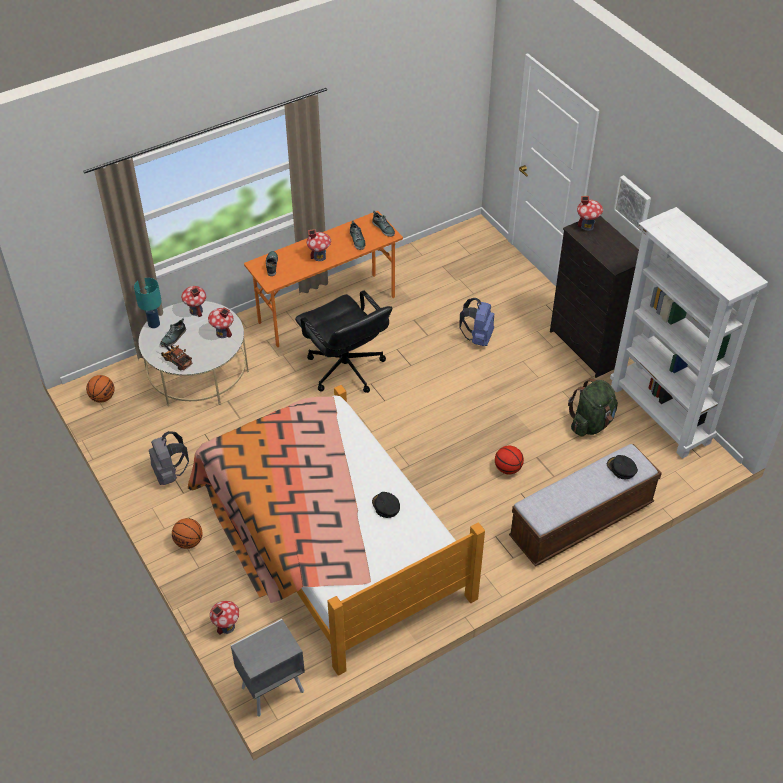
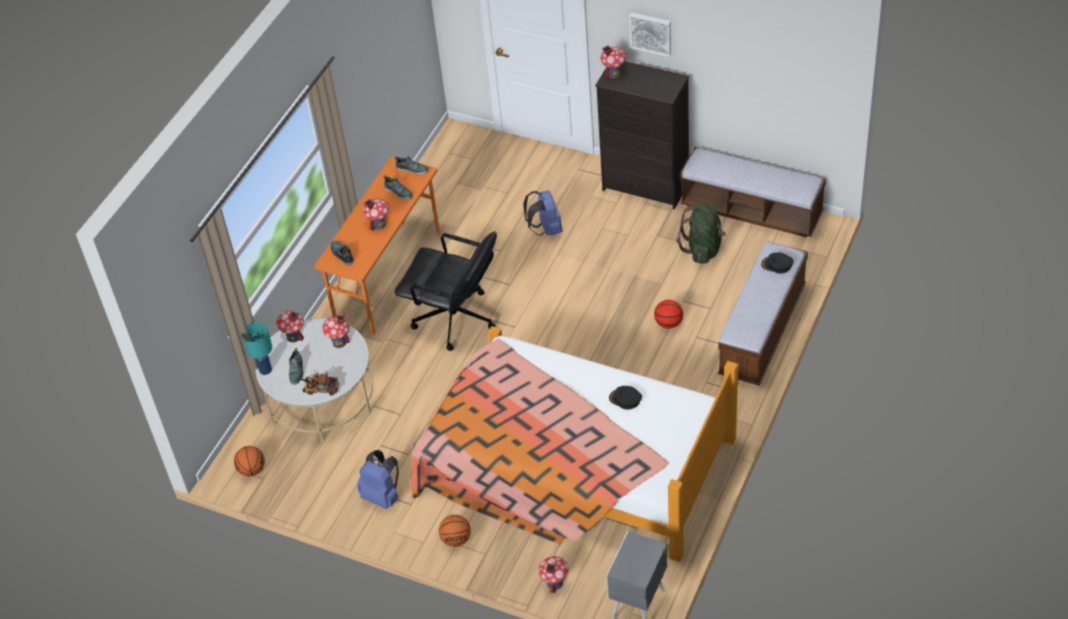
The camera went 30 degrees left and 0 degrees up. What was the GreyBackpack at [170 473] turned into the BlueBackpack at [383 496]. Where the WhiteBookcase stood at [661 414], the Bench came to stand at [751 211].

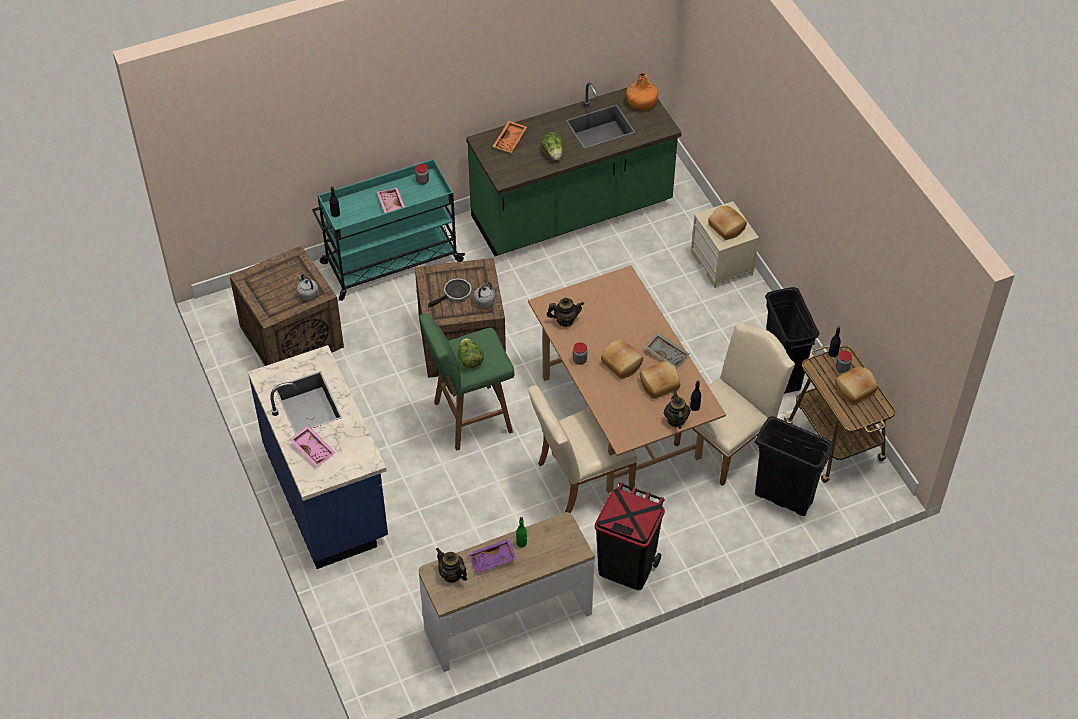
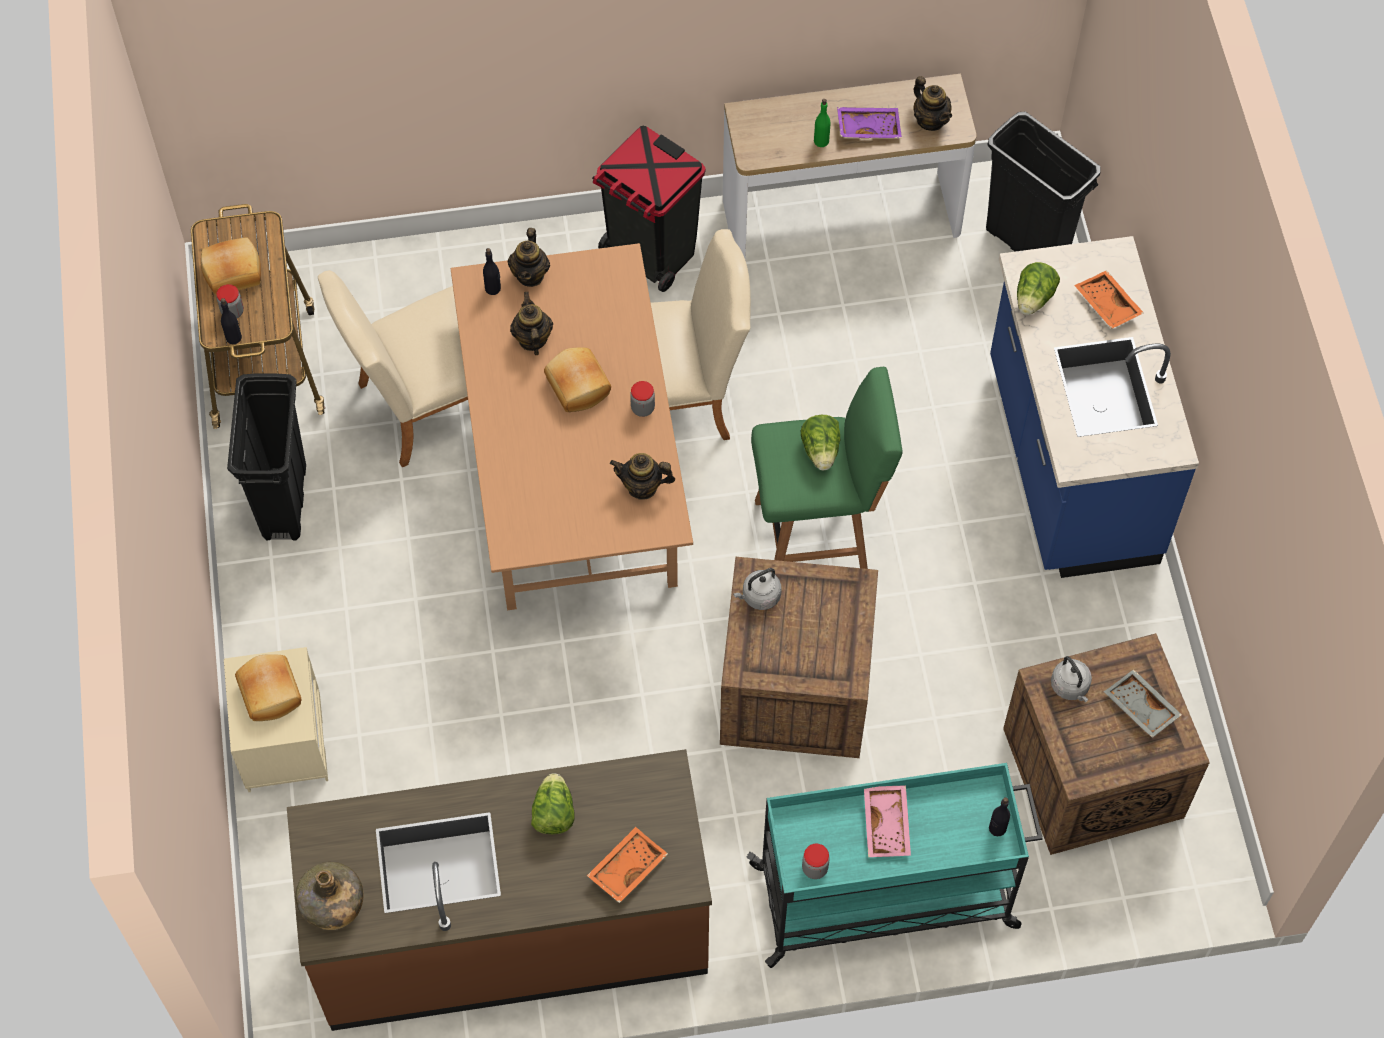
The camera went 165 degrees left and 10 degrees up. What was the PinkTray at [313 449] turned into the OrangeTray at [1106 305]. The second view lost the FryingPan at [455 294]. What was the GreenCounter at [572 212] turned into the BrownCounter at [511 931]. What was the OrangeBottle at [641 102] turned into the GreenBottle at [332 905]. Where the Bread stood at [659 383], the Teapot came to stand at [532 339]. The GreyTray ended up elsewhere, having gone from [667 353] to [1139 708]. The BlackTrashCan ended up elsewhere, having gone from [783 498] to [1027 243]. The second view gained the Lettuce at [1033 299].

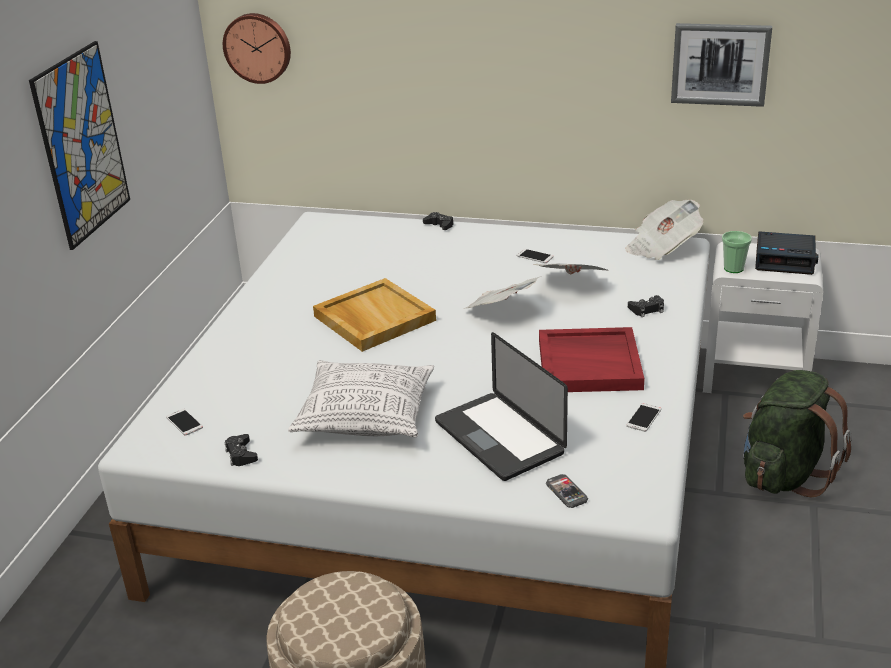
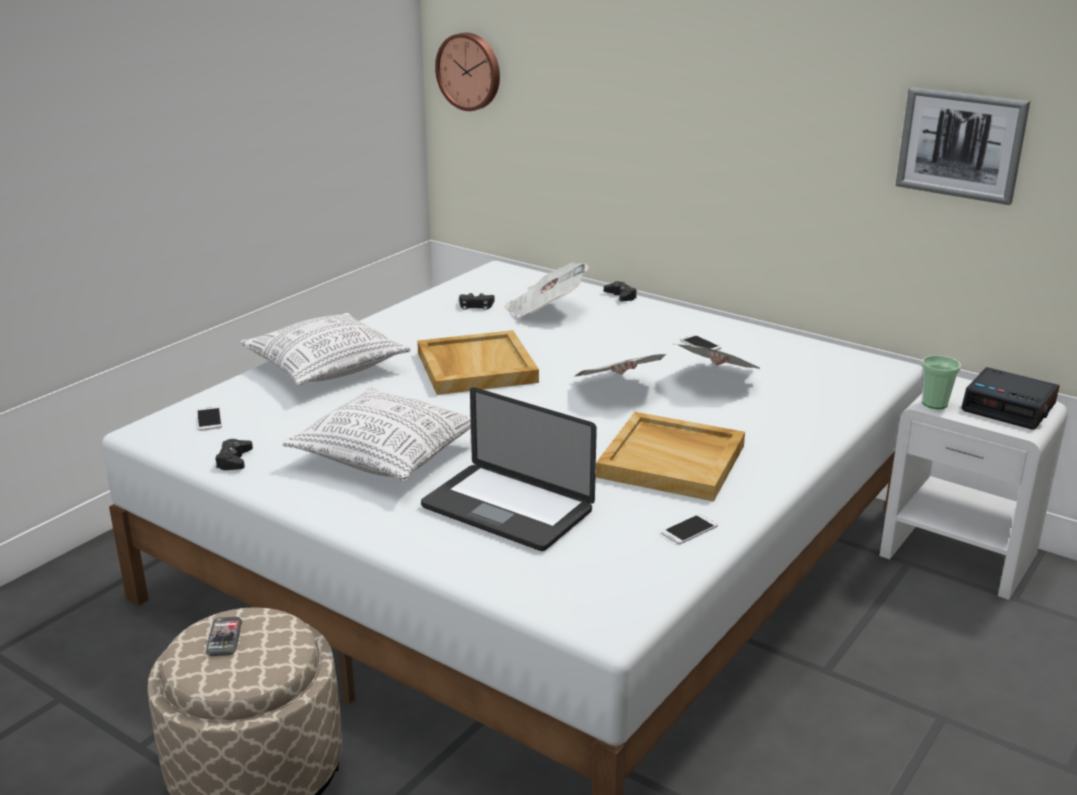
The camera went 20 degrees right and 5 degrees down. The second view lost the Picture at [82 145]. The Laptop at [499 438] ended up facing another way, 45 degrees counterclockwise from before. What was the RedTray at [590 364] turned into the BeigeTray at [673 461]. The Phone ended up elsewhere, having gone from [566 492] to [224 638]. The Newspaper ended up elsewhere, having gone from [662 247] to [545 310]. The BlackGameController ended up elsewhere, having gone from [647 309] to [476 305]. The second view lost the GreenBackpack at [784 474]. The second view gained the Pillow at [326 367].

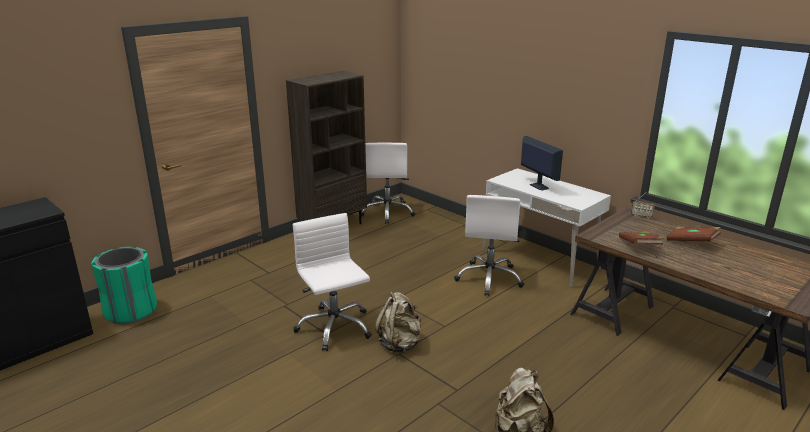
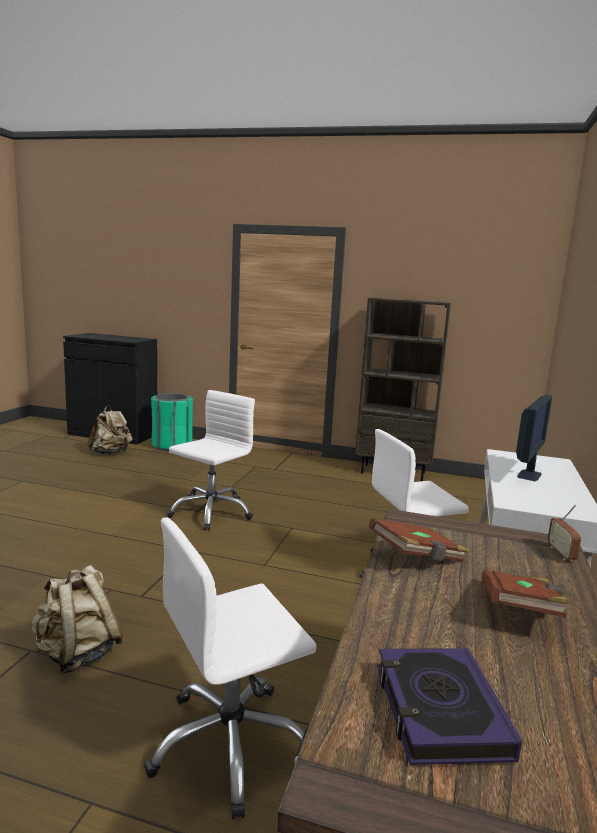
The camera went 60 degrees right and 10 degrees down. The WhiteOfficeChair ended up elsewhere, having gone from [388 212] to [230 744]. The BeigeBackpack ended up elsewhere, having gone from [400 344] to [111 453]. The second view gained the Book at [439 711].

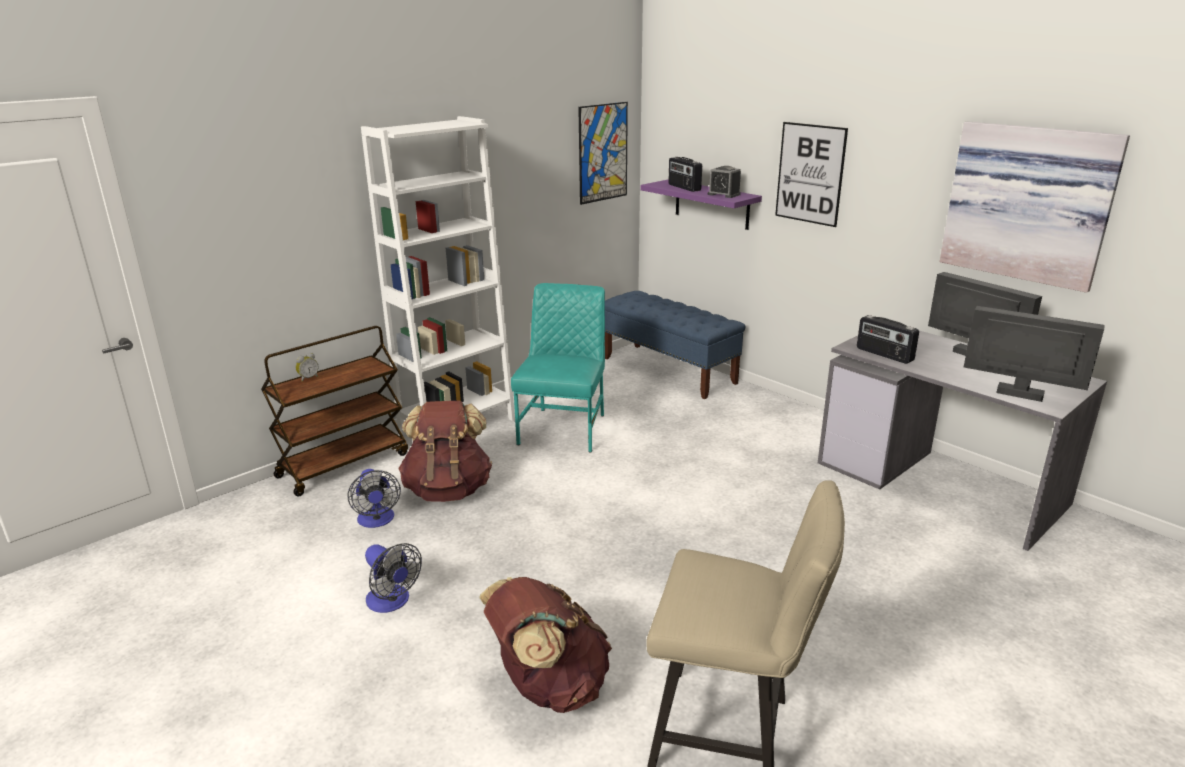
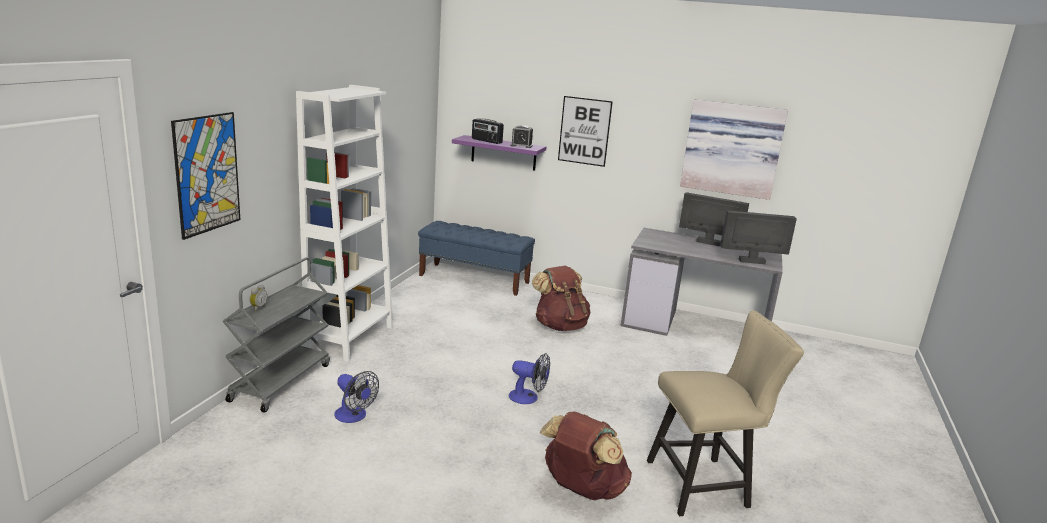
The camera went 30 degrees left and 5 degrees down. What was the BrownCart at [344 464] turned into the GreyCart at [280 382]. The Fan ended up elsewhere, having gone from [392 602] to [528 398]. The BrownBackpack ended up elsewhere, having gone from [448 490] to [560 326]. The second view lost the TurquoiseChair at [564 428]. The Picture ended up elsewhere, having gone from [603 153] to [207 174]. The second view lost the Radio at [884 355].

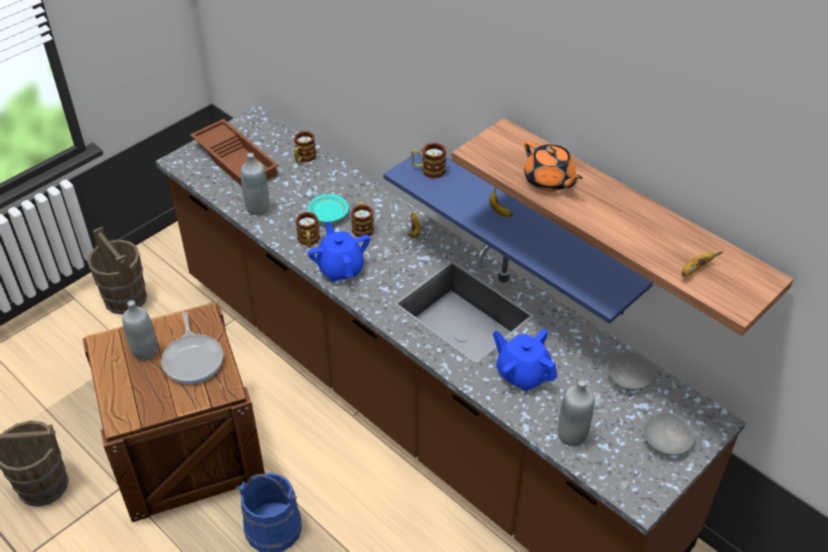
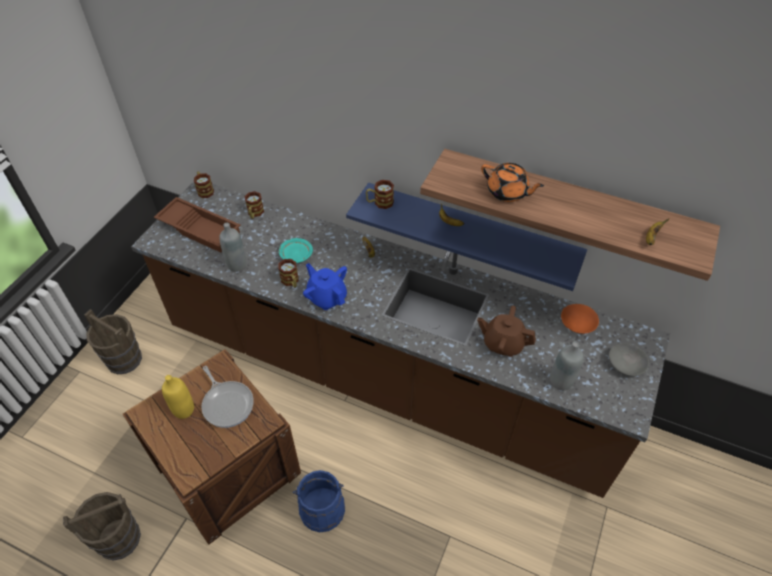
The camera went 20 degrees left and 5 degrees up. What was the GreyBottle at [145 352] turned into the YellowBottle at [184 410]. The Mug ended up elsewhere, having gone from [362 227] to [204 190]. What was the BlueTeapot at [522 373] turned into the BrownTeapot at [503 343]. What was the GreyBowl at [628 377] turned into the OrangeBowl at [577 323].

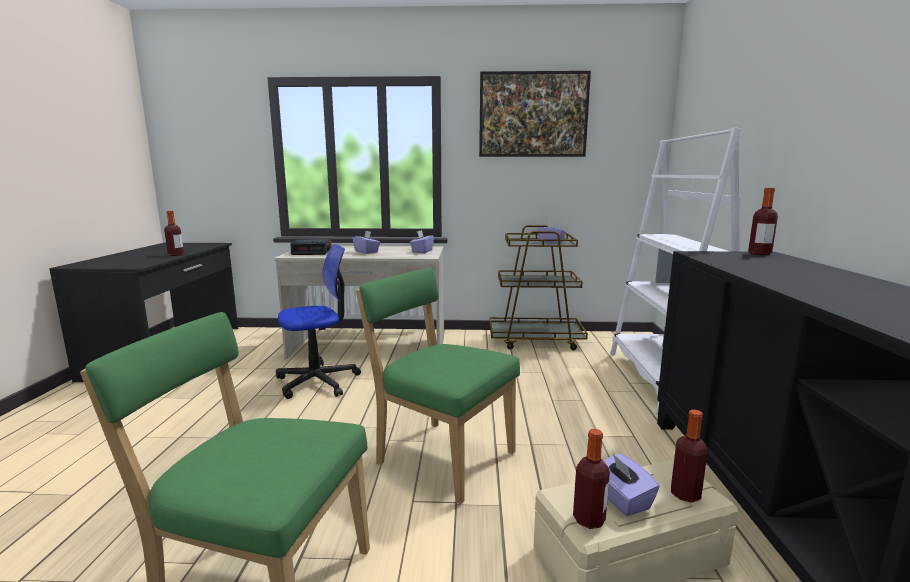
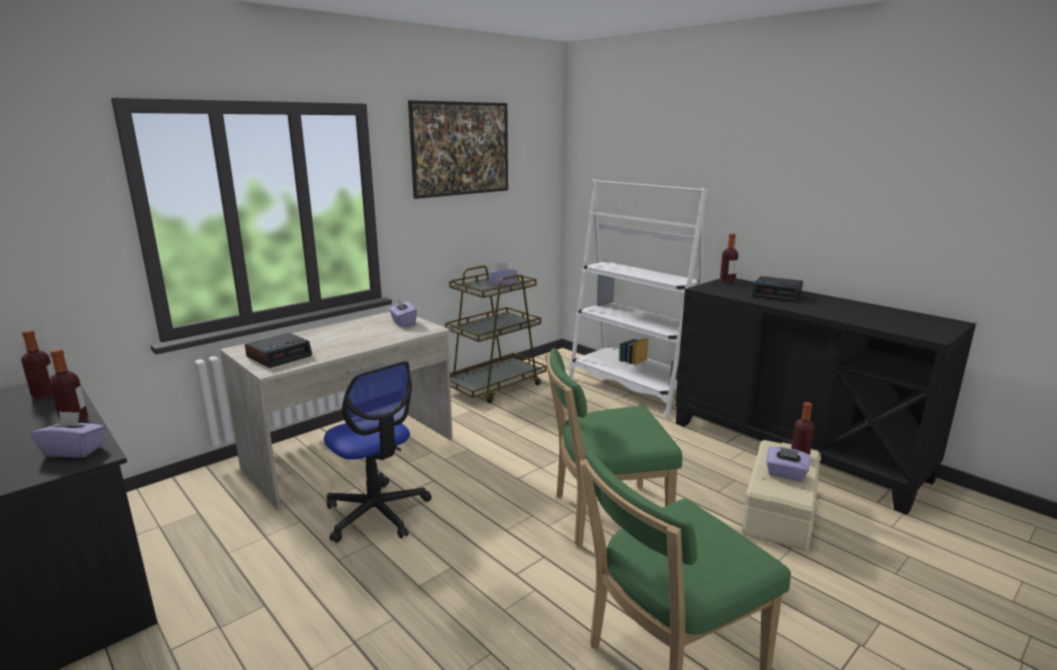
The camera went 45 degrees left and 5 degrees up. The OfficeChair at [318 381] ended up facing another way, 120 degrees clockwise from before. The PurpleTissueBox ended up elsewhere, having gone from [366 252] to [74 451]. The Bottle ended up elsewhere, having gone from [589 519] to [45 395]. The second view gained the AlarmClock at [777 294].

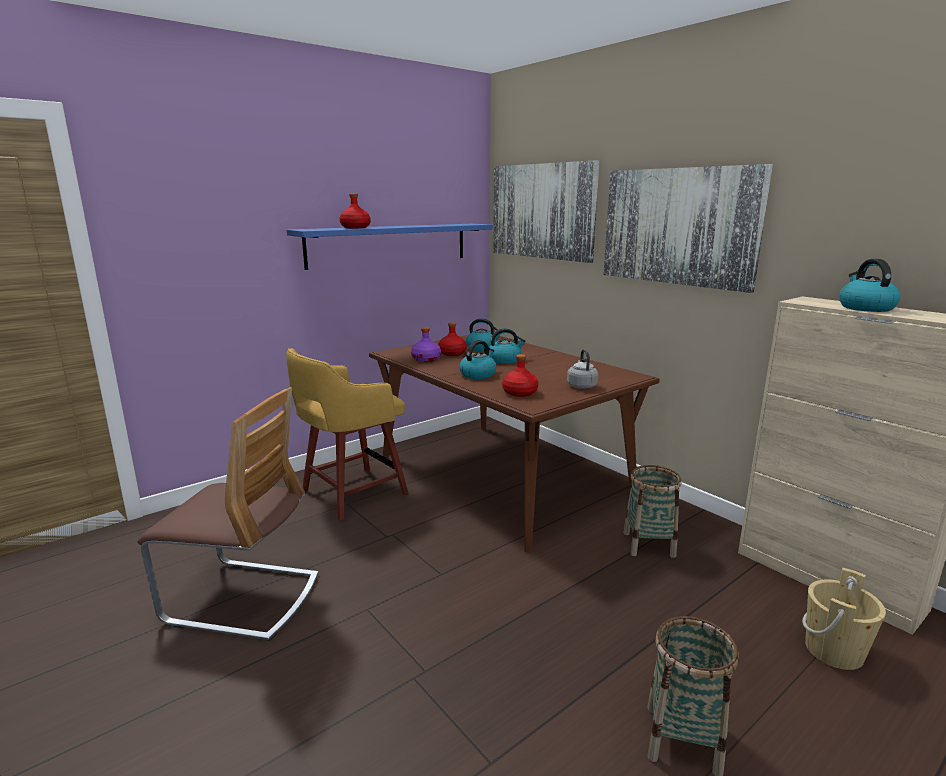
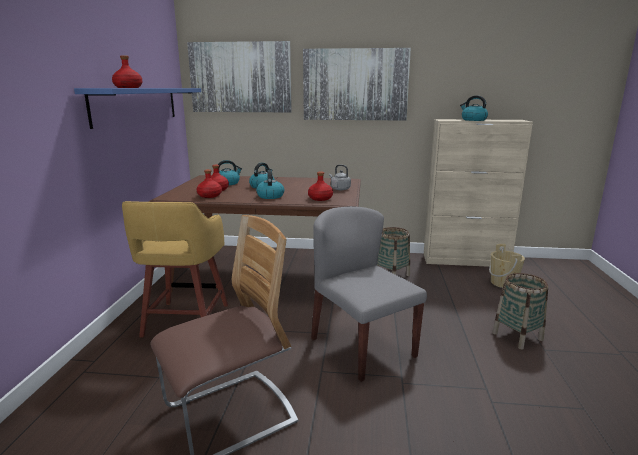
The camera went 45 degrees left and 0 degrees up. What was the PurpleBottle at [426 359] turned into the RedBottle at [209 196]. The second view gained the GreyChair at [362 346].

